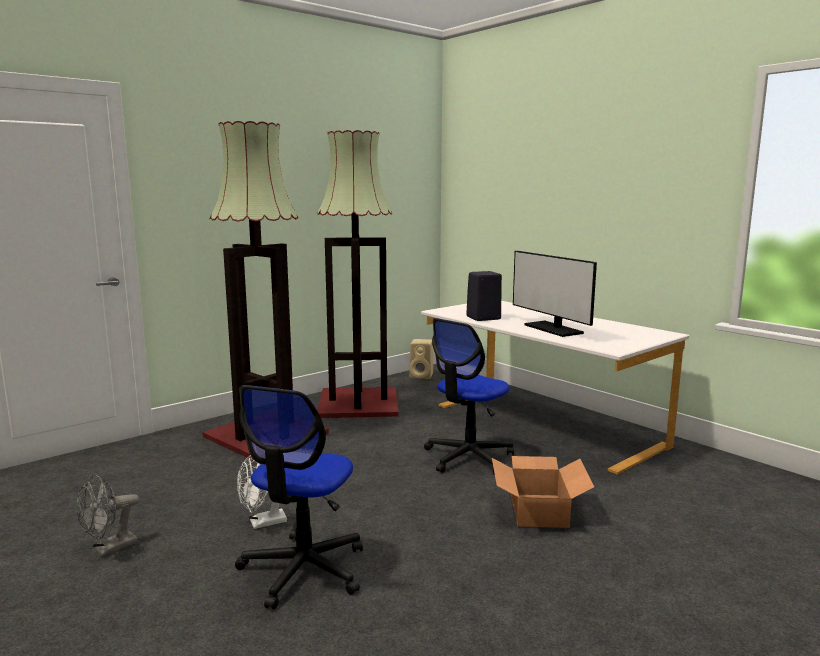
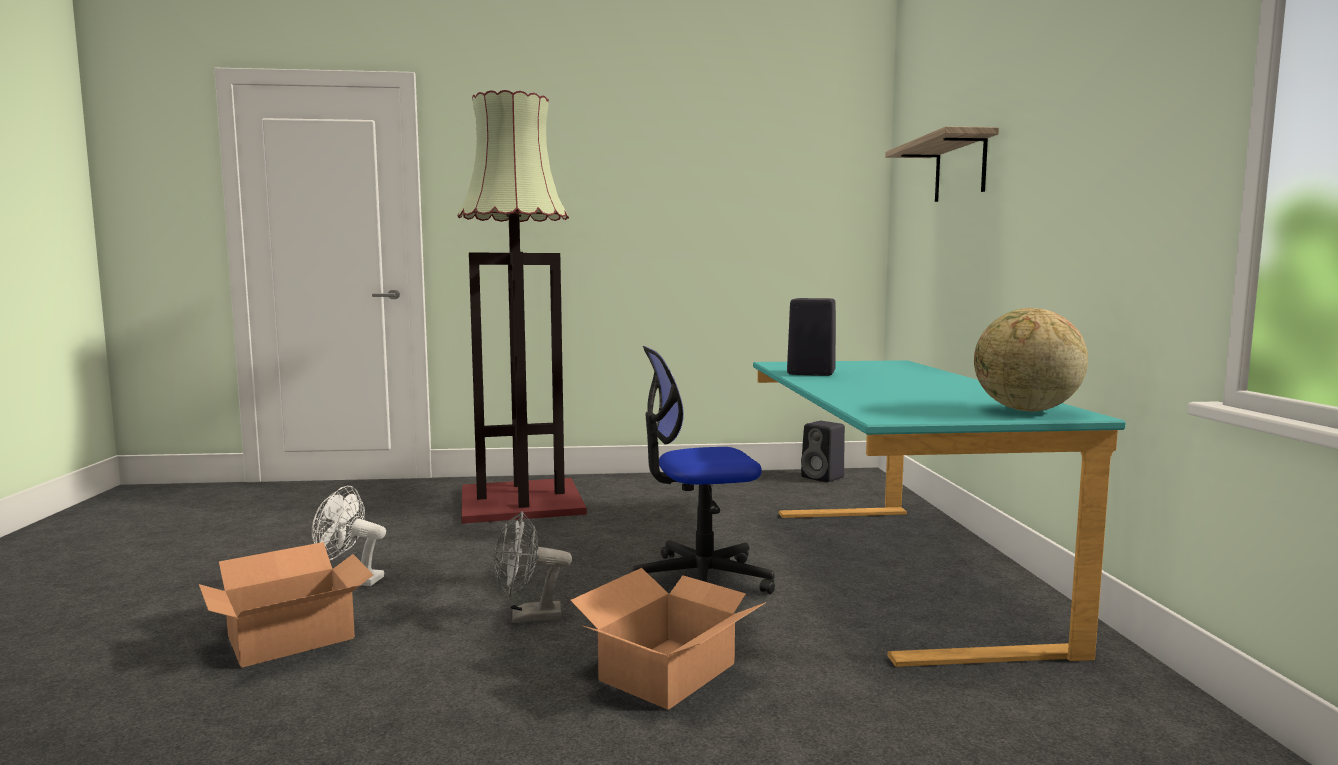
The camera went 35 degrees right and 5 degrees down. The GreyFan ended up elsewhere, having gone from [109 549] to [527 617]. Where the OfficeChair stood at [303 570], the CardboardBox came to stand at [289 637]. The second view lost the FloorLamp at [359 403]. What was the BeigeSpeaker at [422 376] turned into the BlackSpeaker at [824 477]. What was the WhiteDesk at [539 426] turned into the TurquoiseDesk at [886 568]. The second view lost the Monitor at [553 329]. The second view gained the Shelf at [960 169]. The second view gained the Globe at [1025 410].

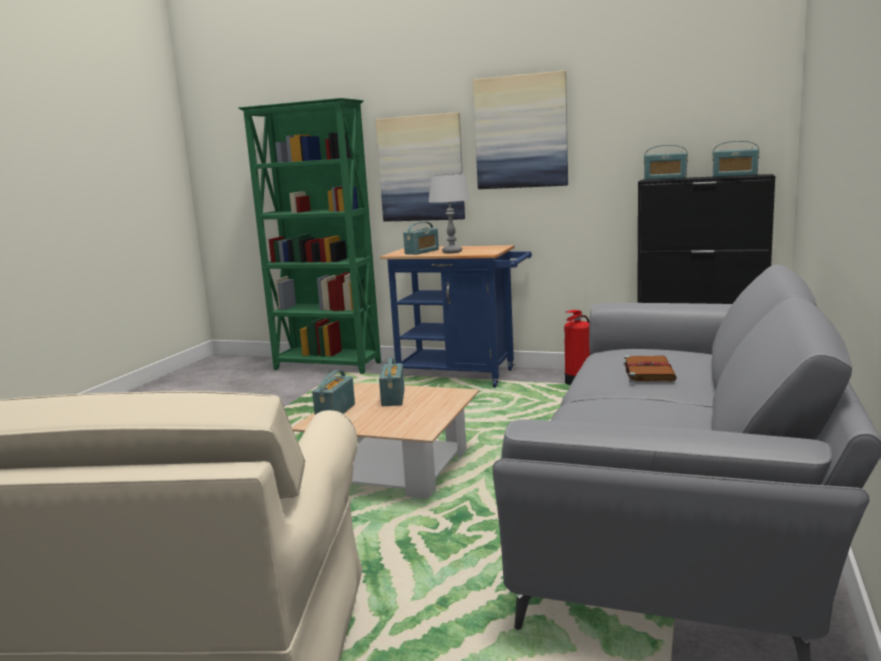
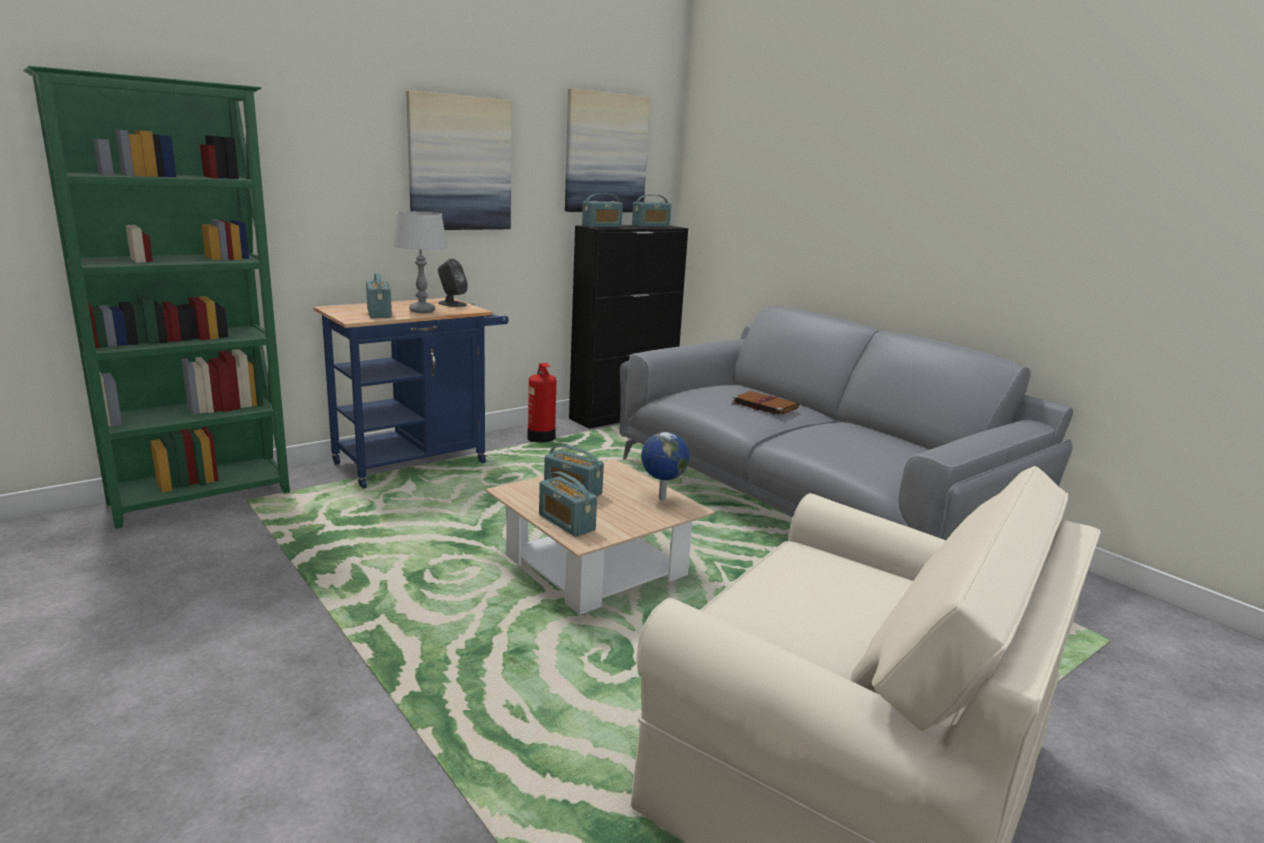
The camera went 60 degrees left and 5 degrees up. The Picture ended up elsewhere, having gone from [421 168] to [605 153]. The second view gained the GreySpeaker at [452 304]. The second view gained the Globe at [661 499].

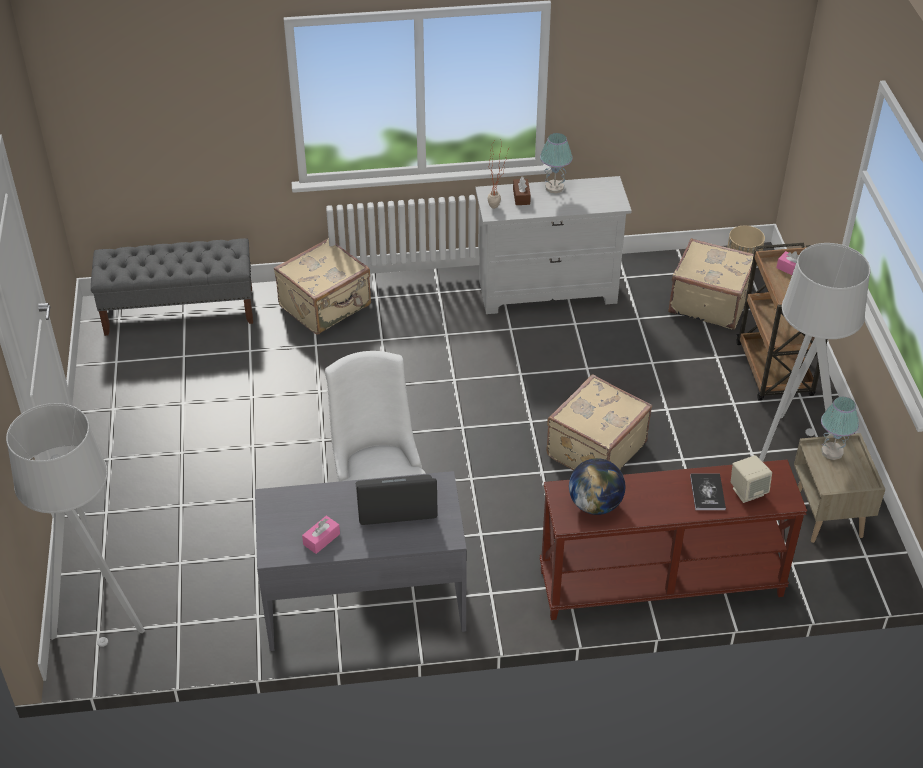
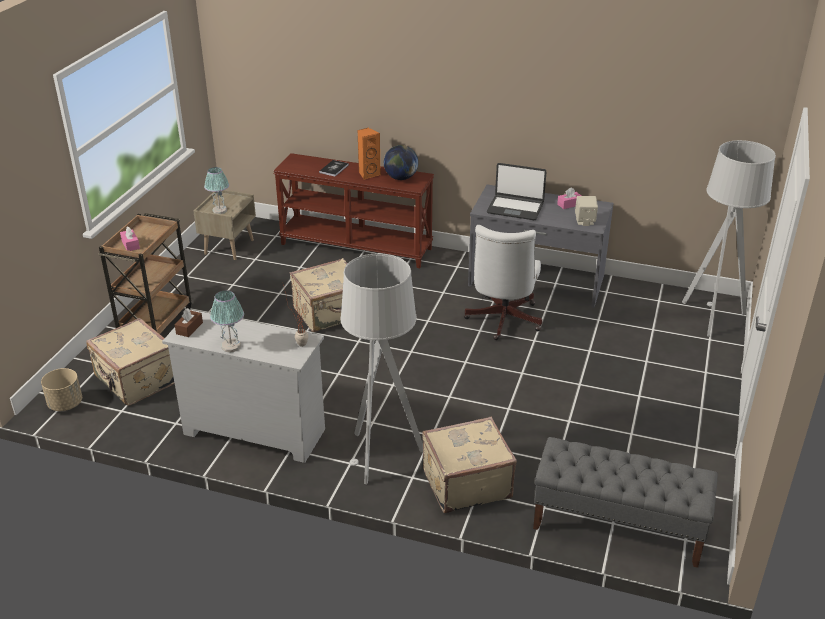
The camera went 155 degrees left and 10 degrees down. The BrownTissueBox ended up elsewhere, having gone from [521 196] to [189 328]. The BeigeSpeaker ended up elsewhere, having gone from [748 491] to [584 221]. The GreyFloorLamp ended up elsewhere, having gone from [791 448] to [381 455]. The second view gained the OrangeSpeaker at [368 174].

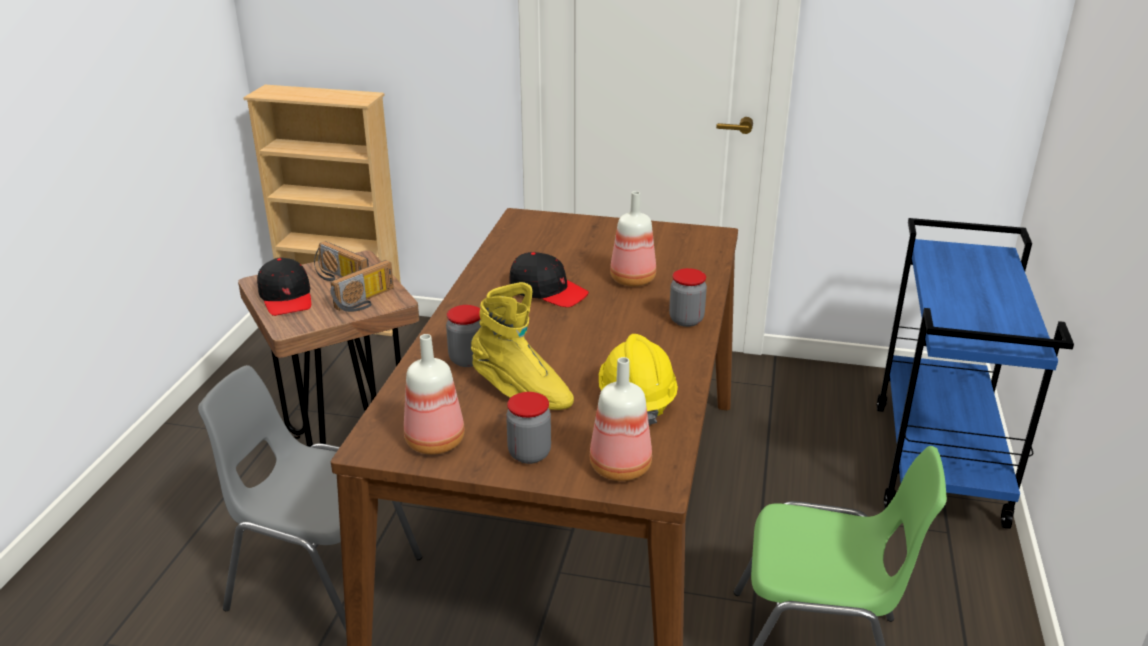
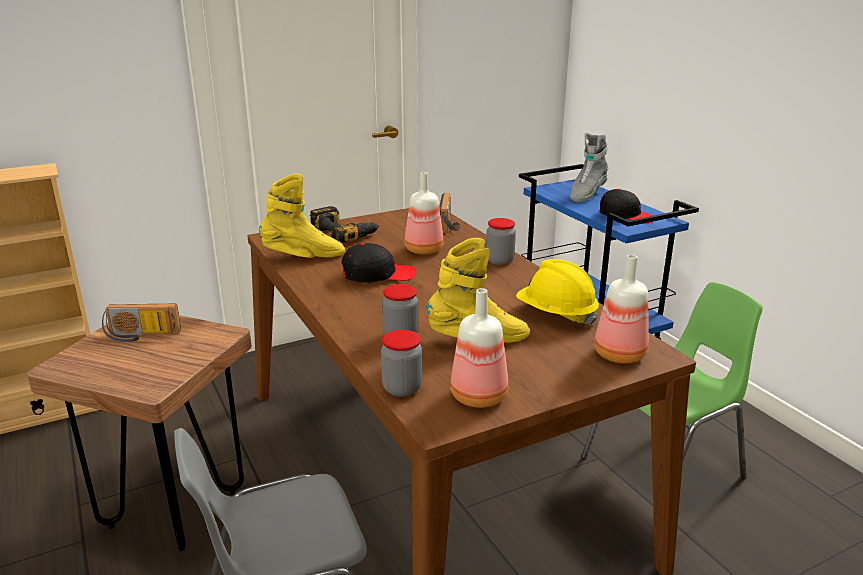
The camera went 40 degrees left and 5 degrees down. The BlackCap ended up elsewhere, having gone from [286 297] to [626 216]. The Radio ended up elsewhere, having gone from [366 301] to [450 225]. The Jar ended up elsewhere, having gone from [529 454] to [402 388]. The second view gained the YellowBoot at [303 256]. The second view gained the PowerDrill at [345 233]. The second view gained the GreyBoot at [586 195].

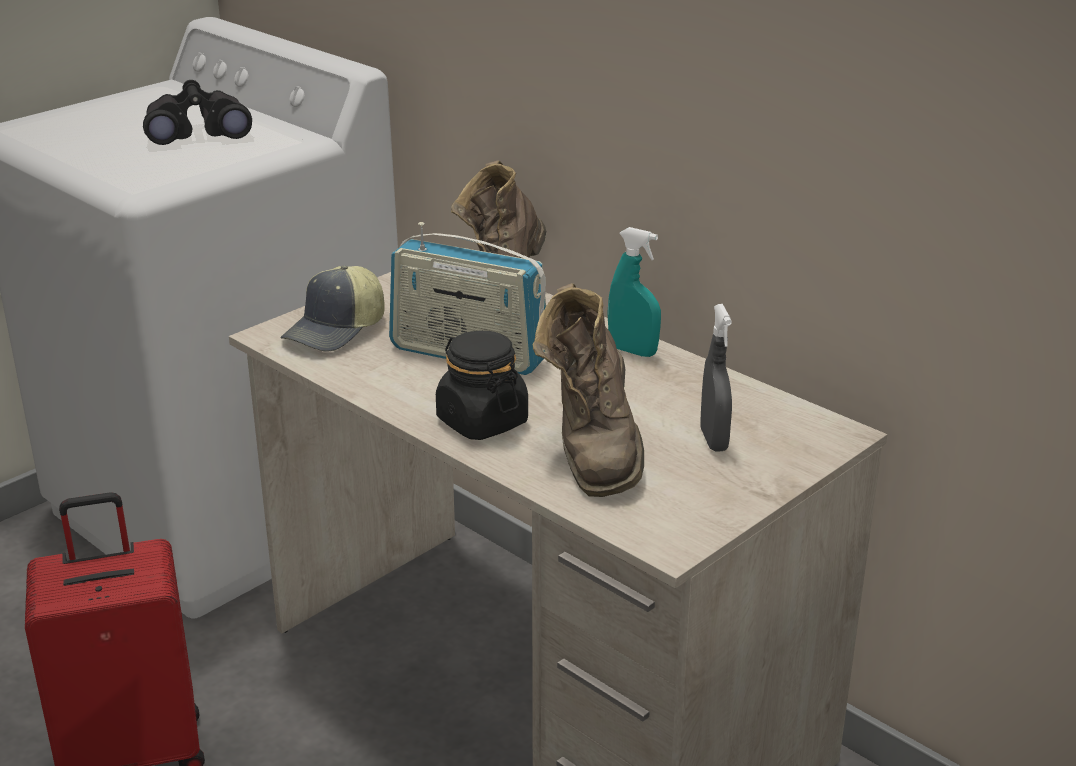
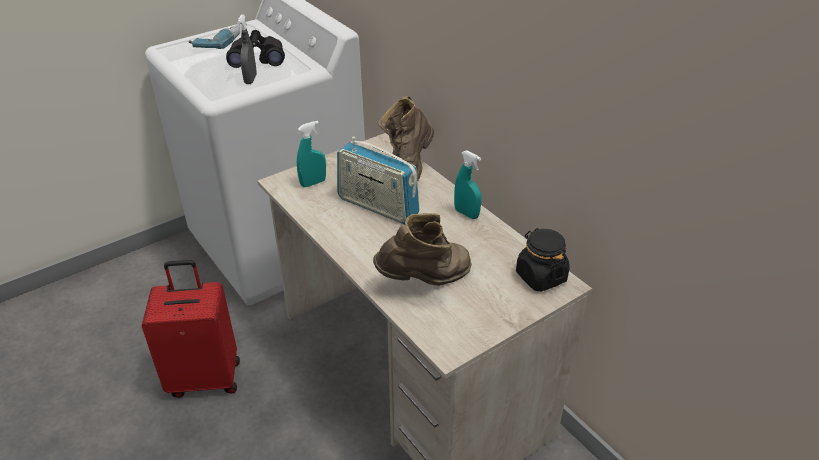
The camera went 10 degrees right and 10 degrees up. Where the Cap stood at [337 331], the TurquoiseSprayBottle came to stand at [313 183]. The BlackJar ended up elsewhere, having gone from [481 421] to [540 276]. The BrownBoot at [593 451] ended up facing another way, 120 degrees counterclockwise from before. The GreySprayBottle ended up elsewhere, having gone from [713 440] to [250 79]. The second view gained the PowerDrill at [220 41].

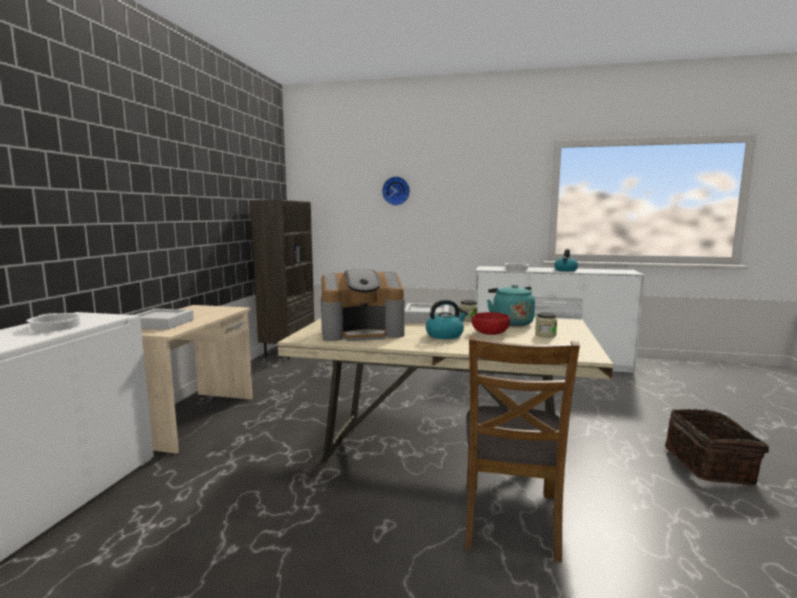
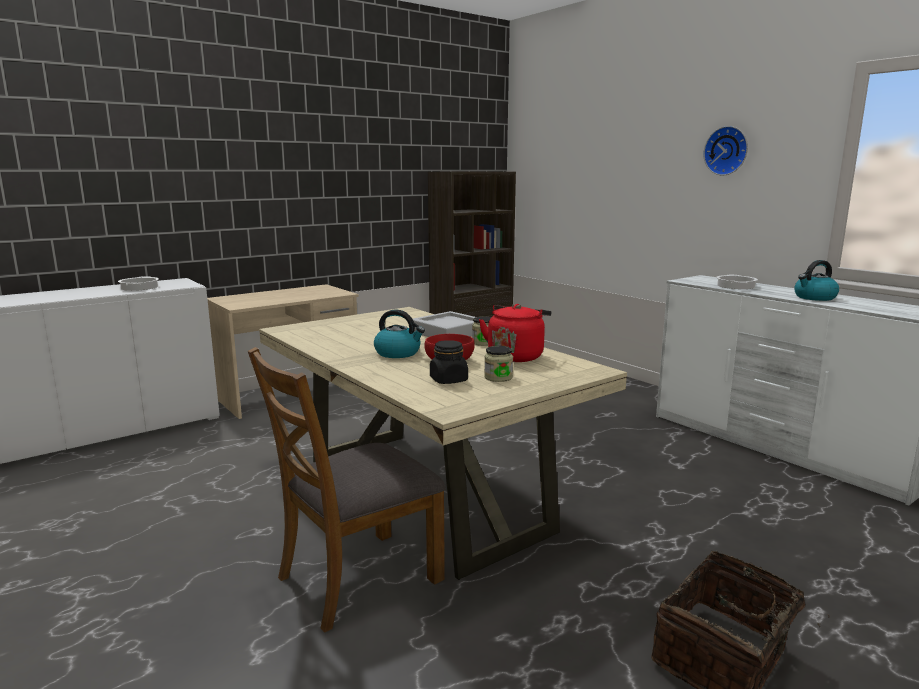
The camera went 40 degrees right and 5 degrees up. The second view lost the GreyTray at [161 324]. The second view lost the CoffeeMachine at [362 332]. The WallClock ended up elsewhere, having gone from [396 191] to [727 151]. What was the TurquoiseKettle at [511 323] turned into the RedKettle at [516 356]. The second view gained the BlackJar at [449 380].

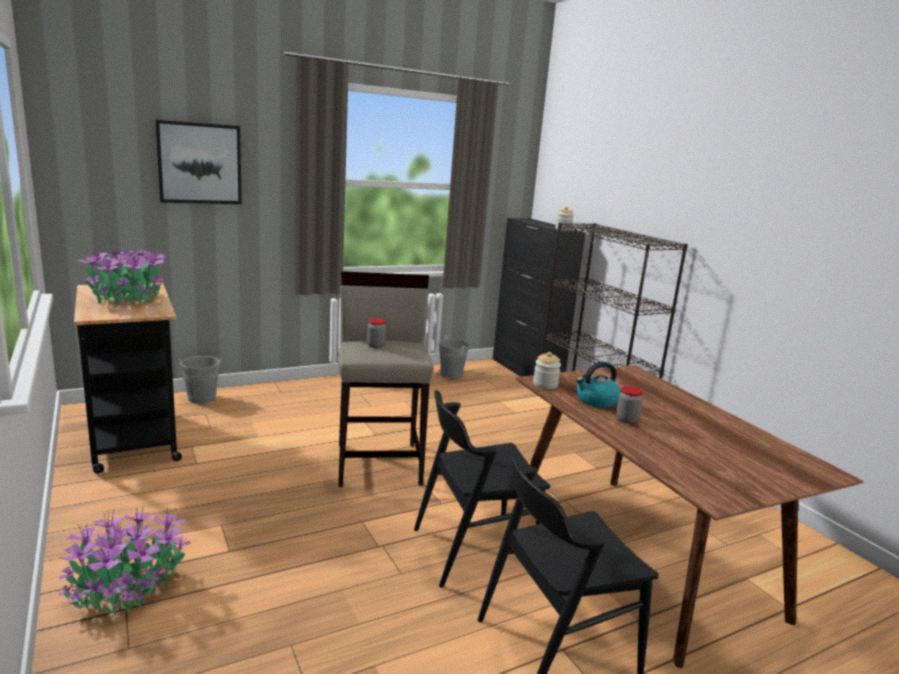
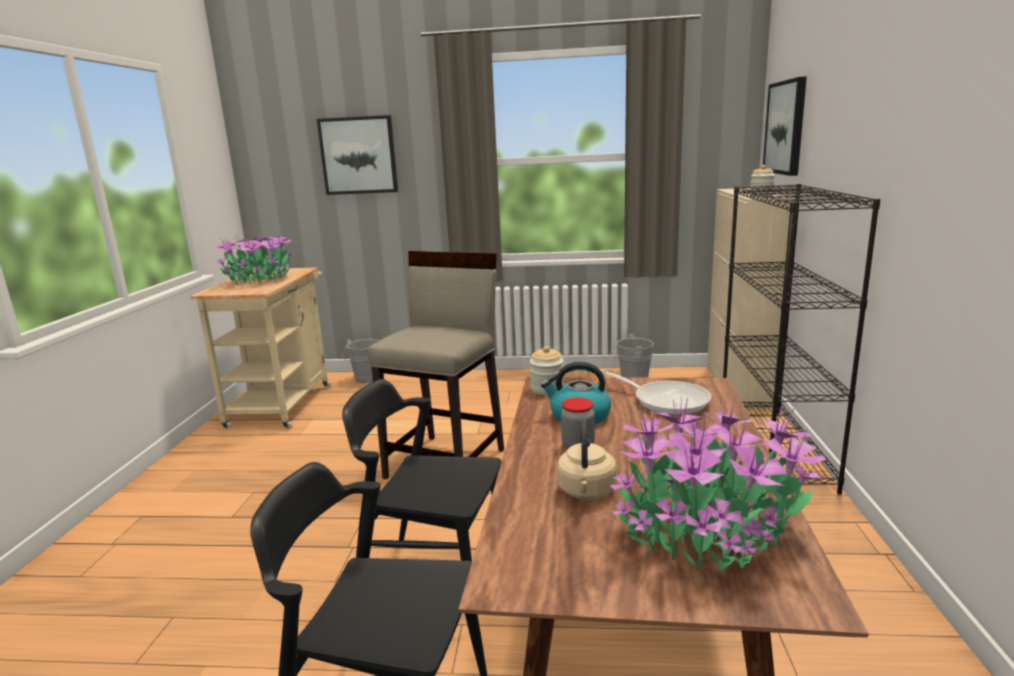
The camera went 35 degrees right and 0 degrees up. The PottedPlant ended up elsewhere, having gone from [128 588] to [708 532]. What was the BlackCart at [133 435] turned into the BeigeCart at [283 403]. The second view lost the Jar at [375 345]. What was the BlackCabinet at [526 372] turned into the BeigeCabinet at [737 386]. The second view gained the BeigeKettle at [586 492]. The second view gained the FryingPan at [665 400]. The second view gained the Picture at [786 127].

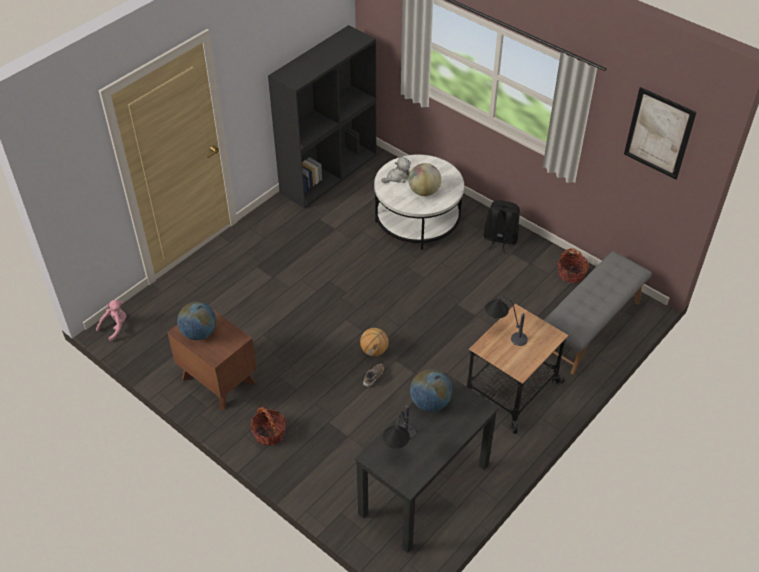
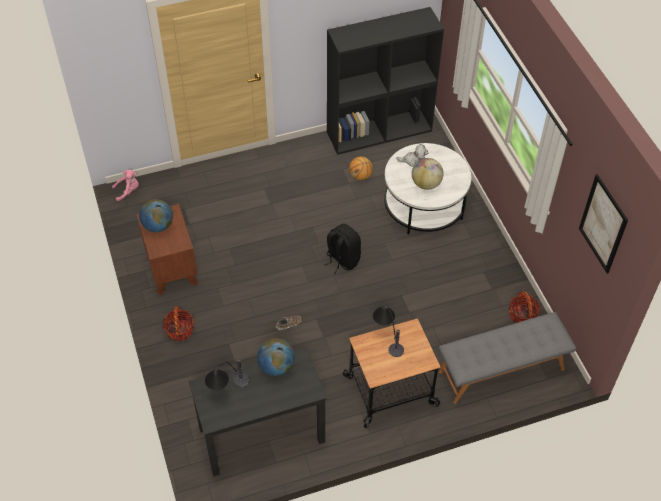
The camera went 30 degrees right and 5 degrees up. The Basketball ended up elsewhere, having gone from [374 351] to [360 176]. The BlackBackpack ended up elsewhere, having gone from [499 239] to [342 260].

